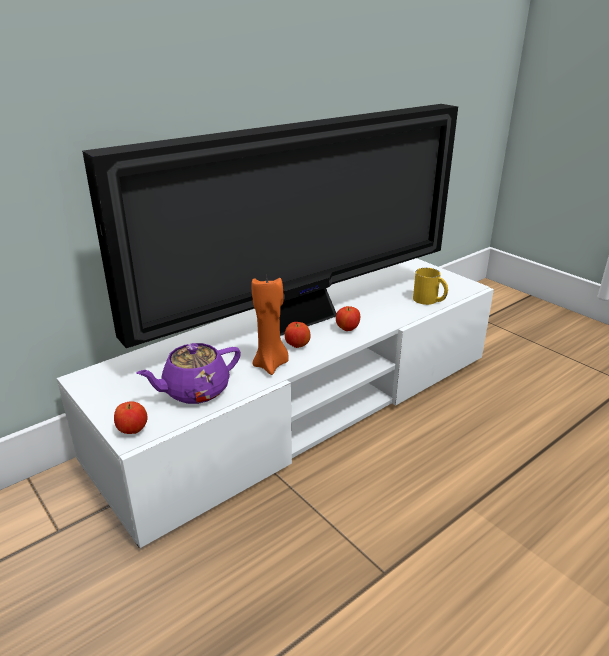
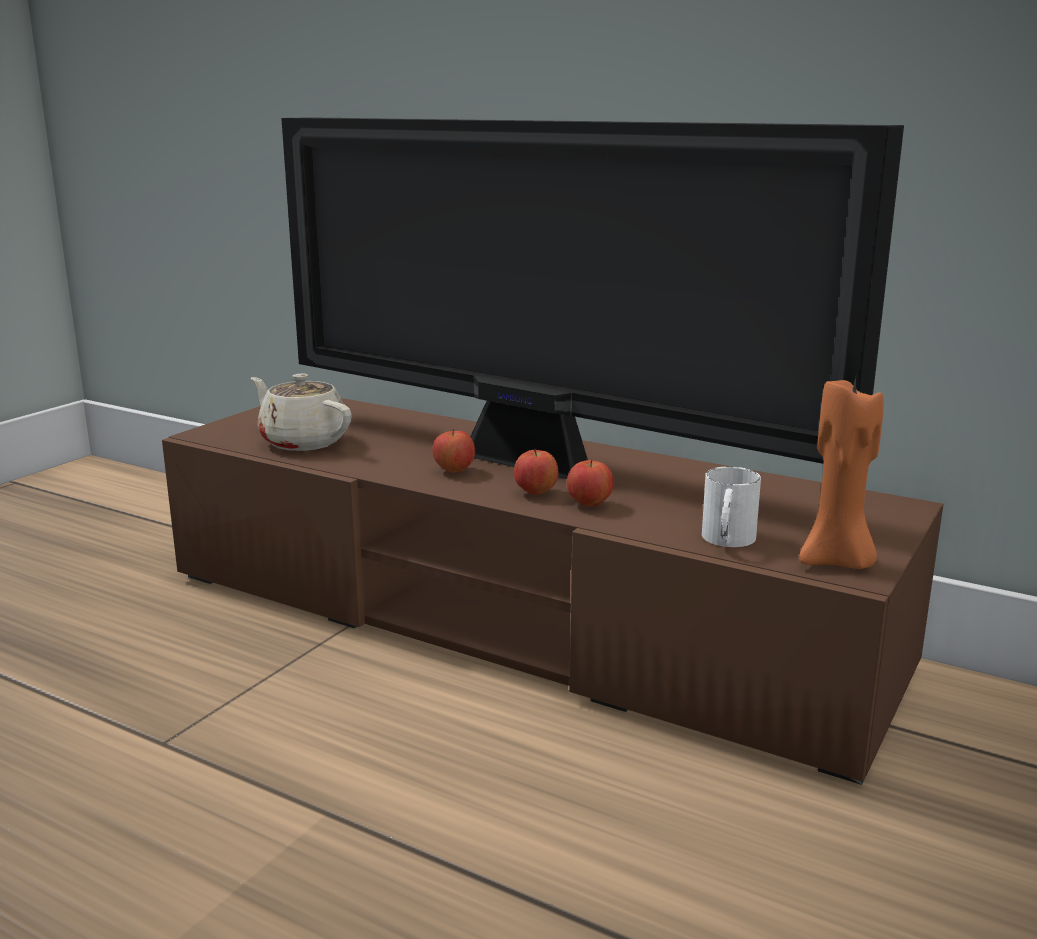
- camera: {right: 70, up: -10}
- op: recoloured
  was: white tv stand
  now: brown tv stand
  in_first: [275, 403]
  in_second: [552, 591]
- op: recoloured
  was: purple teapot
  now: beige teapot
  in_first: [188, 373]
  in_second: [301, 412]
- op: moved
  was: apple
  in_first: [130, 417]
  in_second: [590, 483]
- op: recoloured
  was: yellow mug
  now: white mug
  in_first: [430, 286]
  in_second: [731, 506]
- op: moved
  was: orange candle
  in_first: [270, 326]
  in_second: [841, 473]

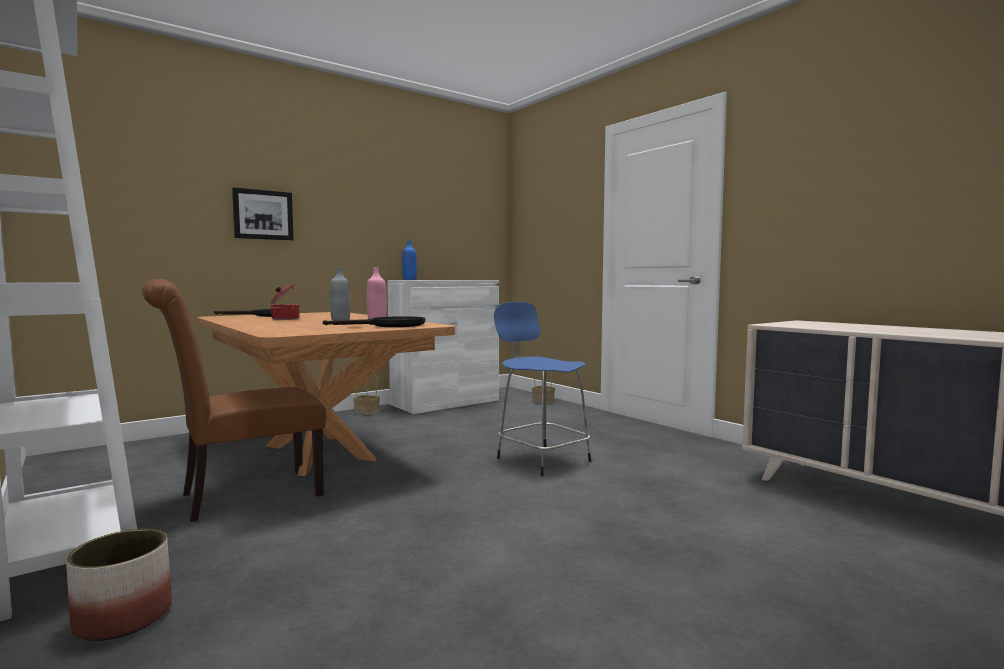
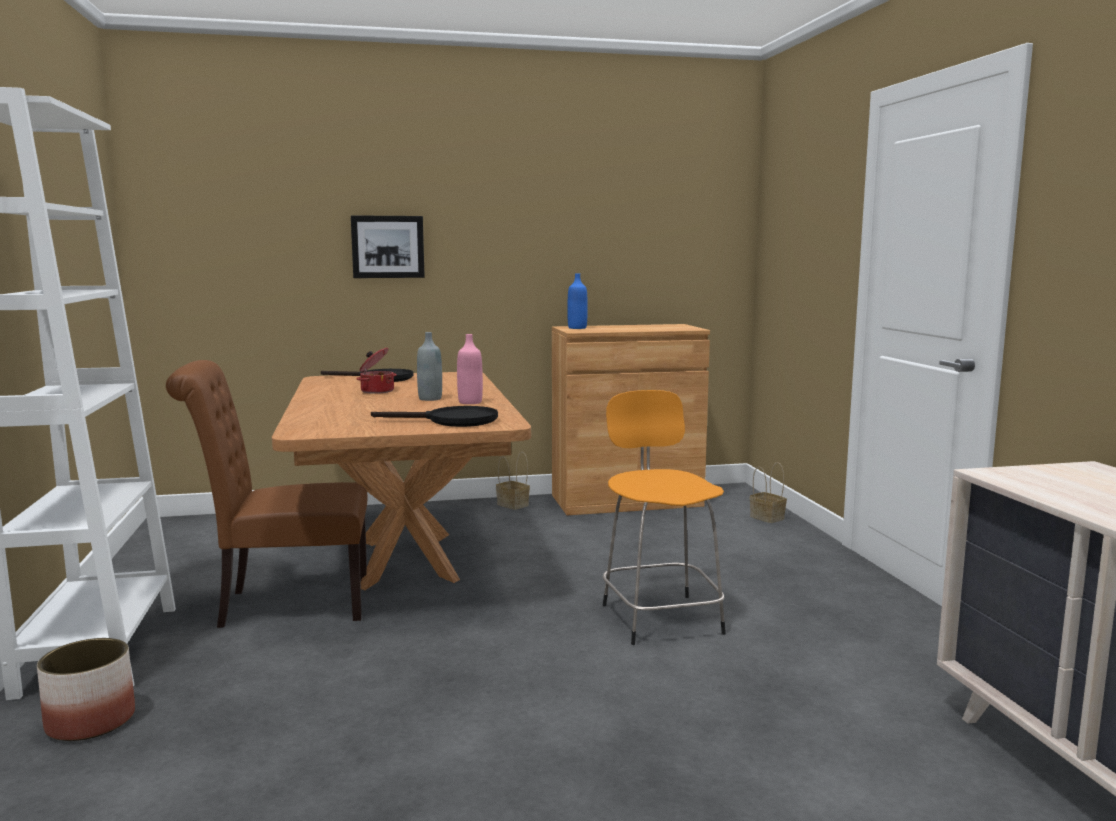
- camera: {right: 25, up: 5}
- op: recoloured
  was: white cabinet
  now: brown cabinet
  in_first: [443, 347]
  in_second: [631, 419]
- op: recoloured
  was: blue stool
  now: orange stool
  in_first: [542, 389]
  in_second: [664, 517]

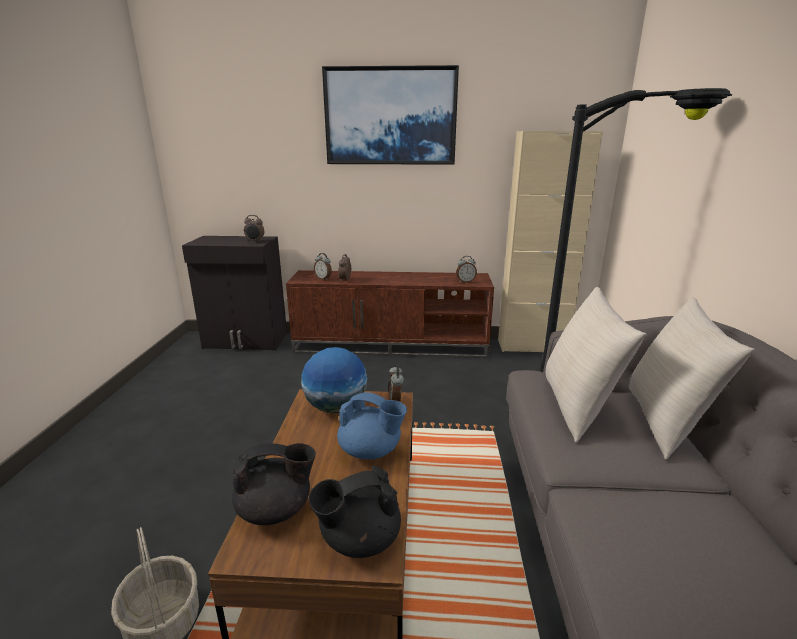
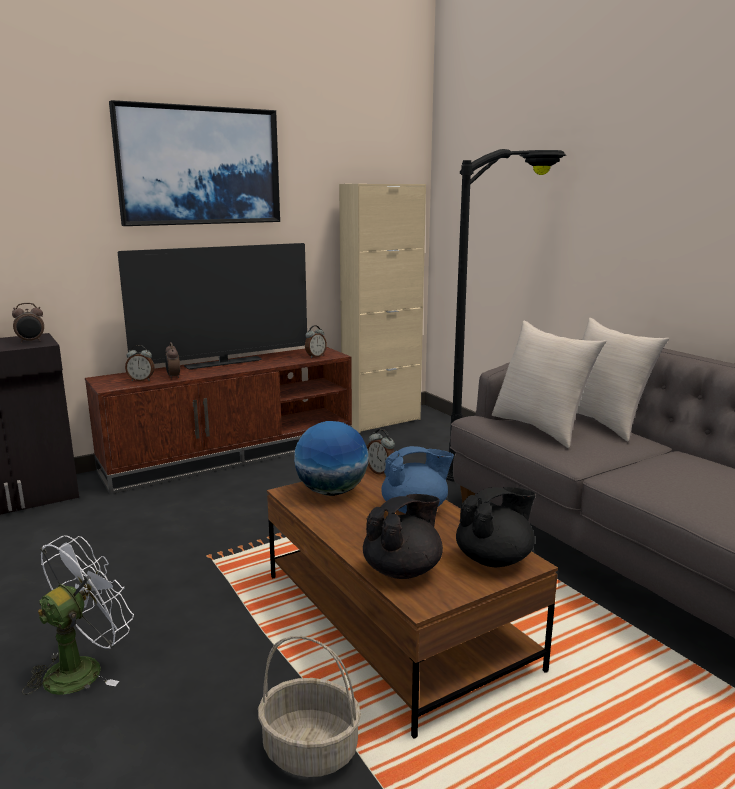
- camera: {right: -35, up: -5}
- op: added
  now: white fan
  in_second: [78, 615]
- op: added
  now: television
  in_second: [212, 306]
- op: turned
  was: black teapot
  in_first: [355, 511]
  in_second: [496, 527]
  clockwise: -150

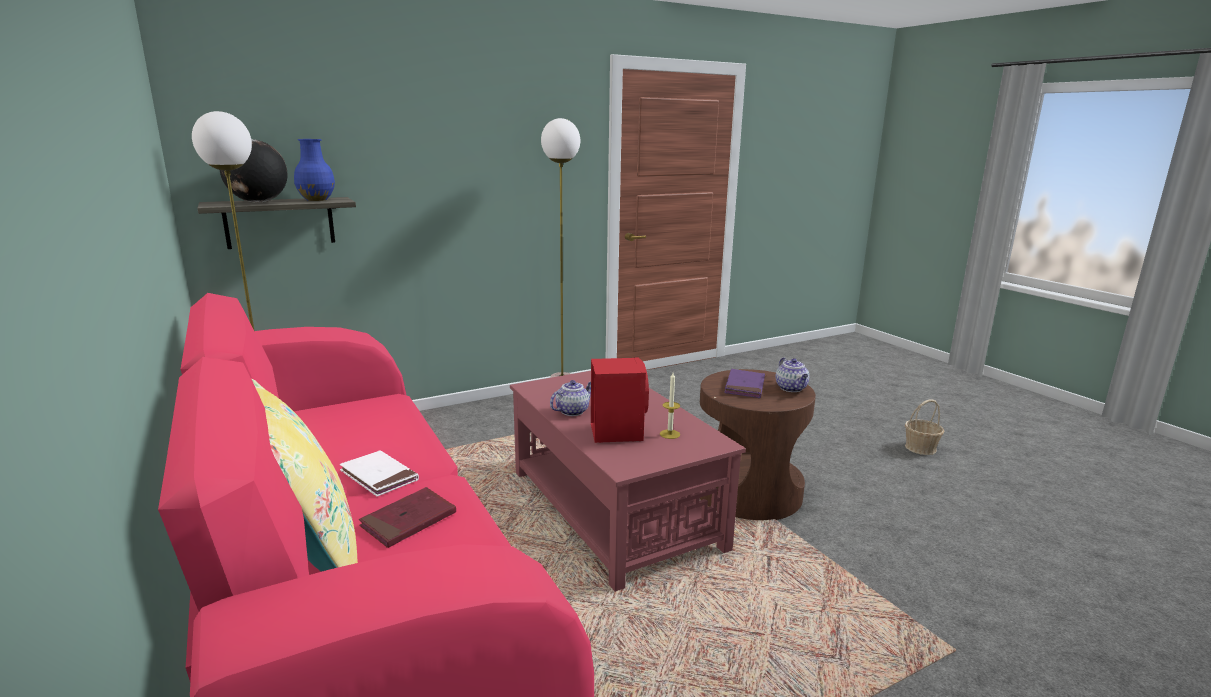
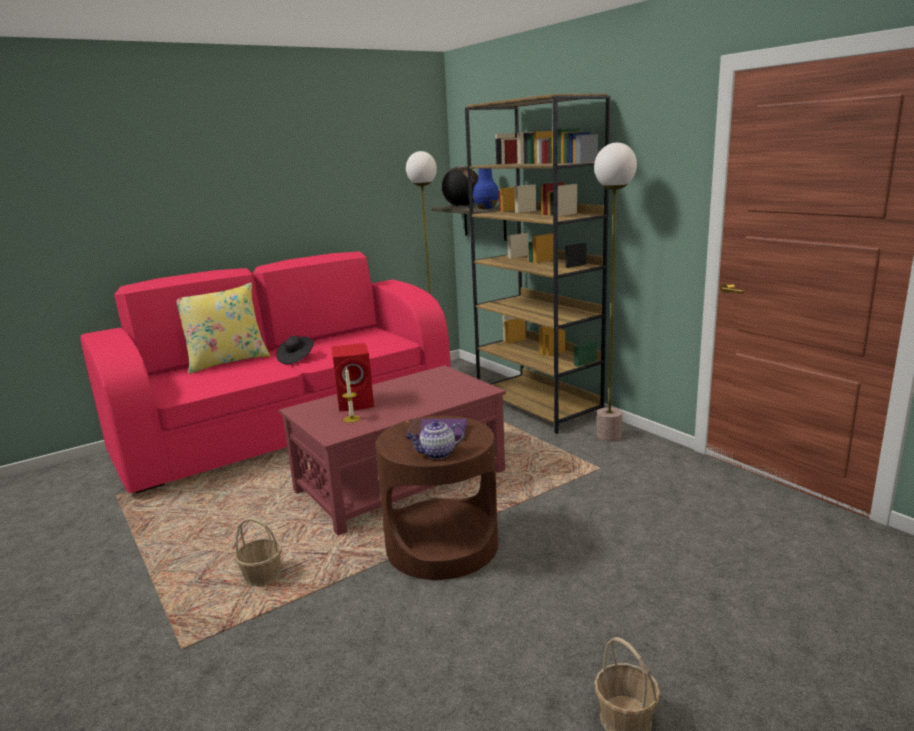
- camera: {right: 85, up: 0}
- op: added
  now: basket
  in_second: [258, 552]
- op: replaced
  was: white book
  now: black hat
  in_first: [379, 473]
  in_second: [295, 350]
- op: added
  now: brown bookcase
  in_second: [538, 264]
- op: removed
  was: red book
  in_first: [407, 517]
- op: removed
  was: teapot
  in_first: [570, 398]

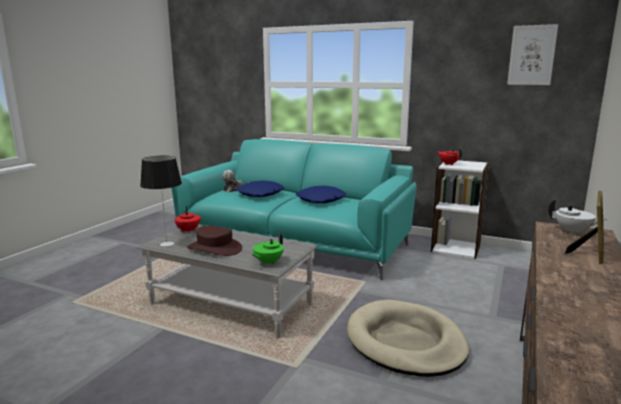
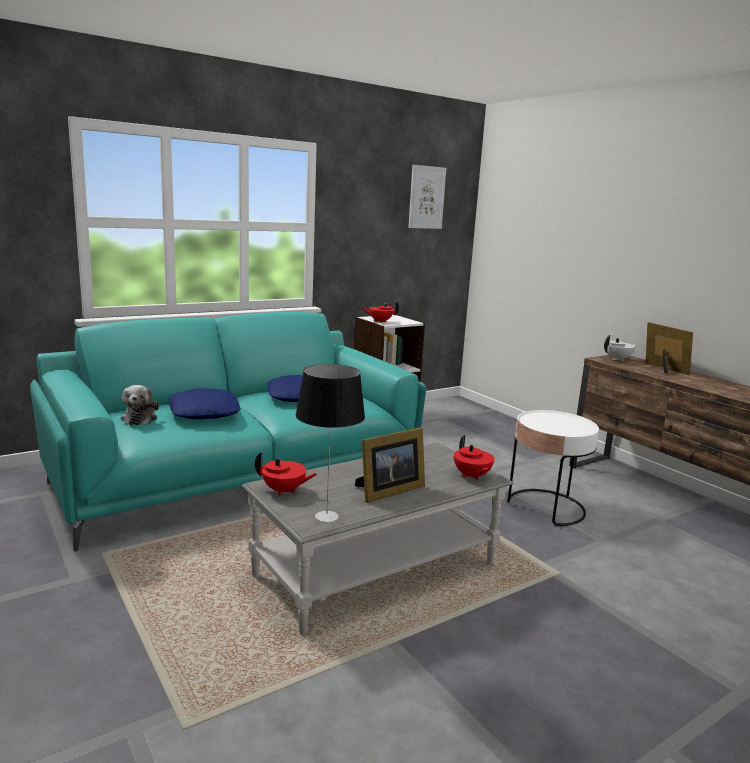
- camera: {right: -60, up: 0}
- op: replaced
  was: brown hat
  now: picture frame
  in_first: [214, 240]
  in_second: [390, 465]
- op: recoloured
  was: green teapot
  now: red teapot
  in_first: [267, 249]
  in_second: [474, 457]
- op: replaced
  was: beige dog bed
  now: white side table
  in_first: [408, 338]
  in_second: [553, 468]

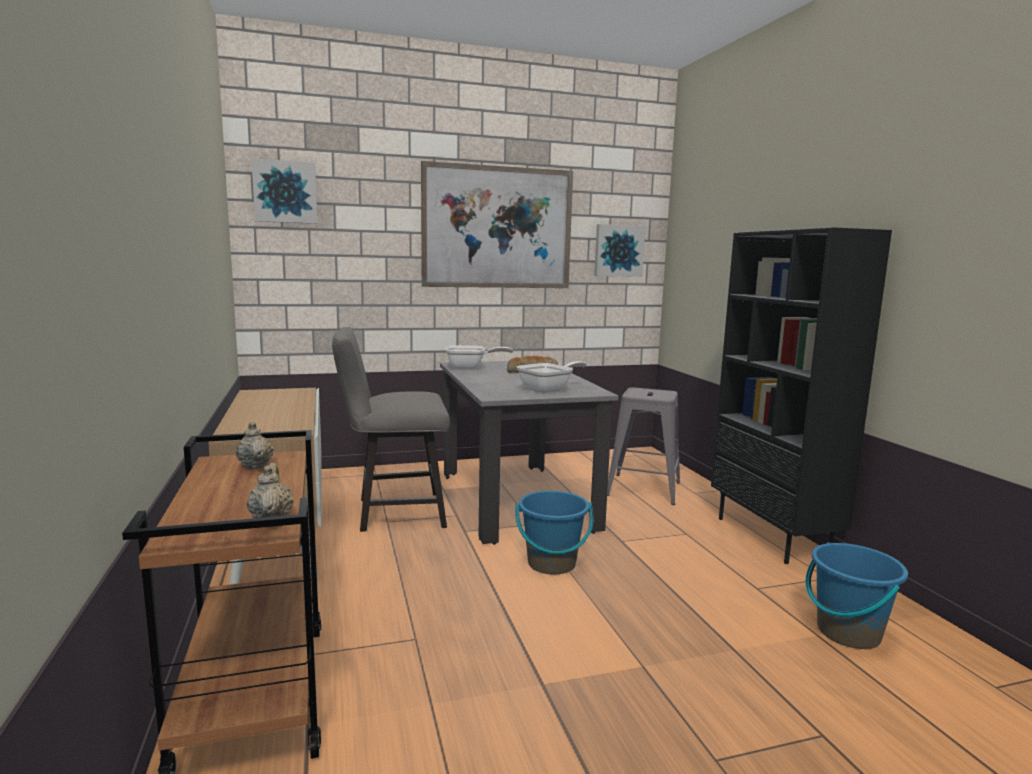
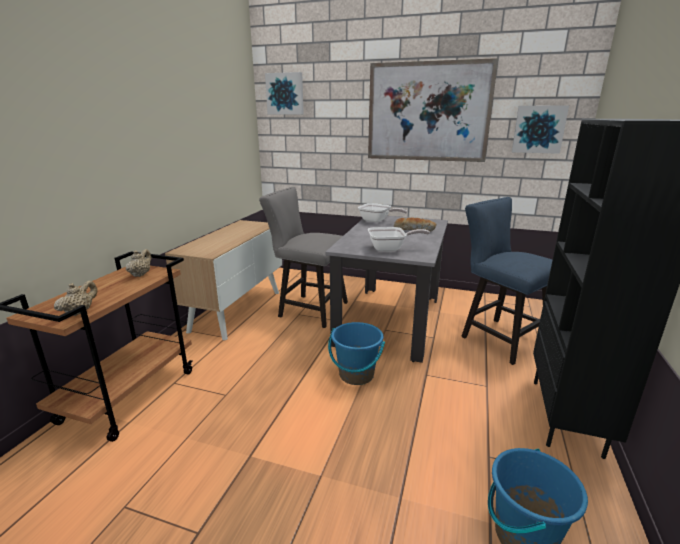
- camera: {right: 35, up: 10}
- op: replaced
  was: grey stool
  now: blue chair
  in_first: [643, 446]
  in_second: [507, 281]

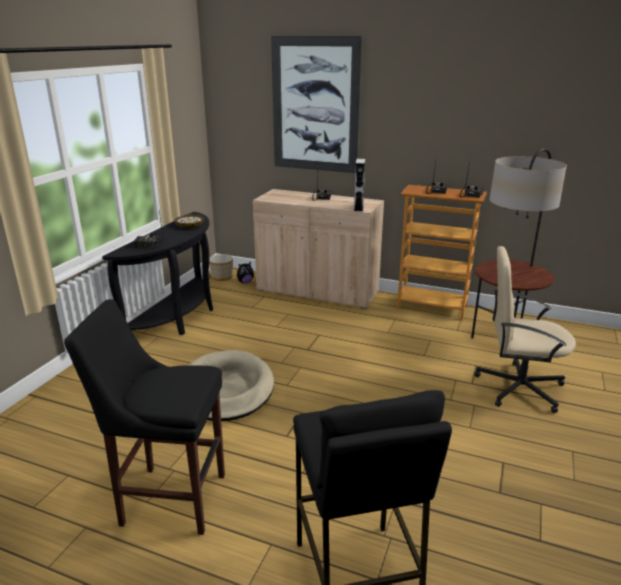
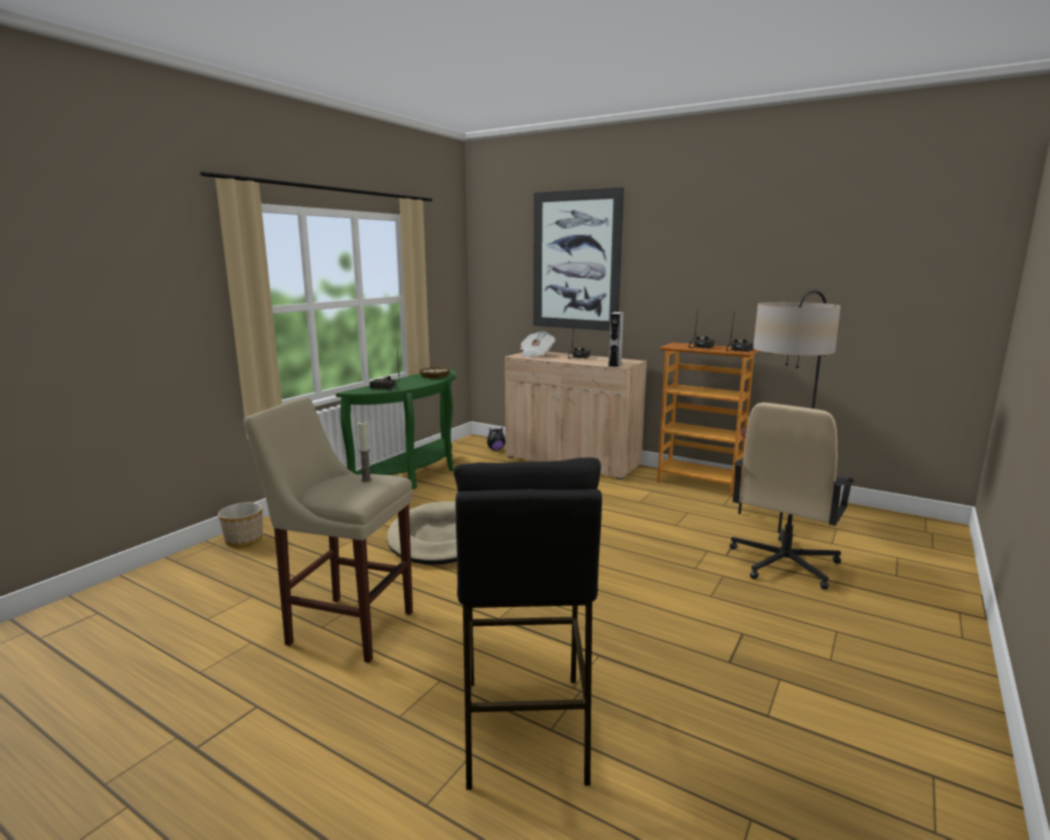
- camera: {right: 10, up: -10}
- op: moved
  was: planter
  in_first: [221, 267]
  in_second: [240, 524]
- op: recoloured
  was: black stool
  now: beige stool
  in_first: [144, 417]
  in_second: [328, 530]
- op: recoloured
  was: black console table
  now: green console table
  in_first: [157, 273]
  in_second: [396, 428]
- op: added
  now: candle
  in_second: [364, 451]
- op: added
  now: newspaper
  in_second: [538, 344]
- op: turned
  was: beige office chair
  in_first: [525, 329]
  in_second: [791, 496]
  clockwise: -75

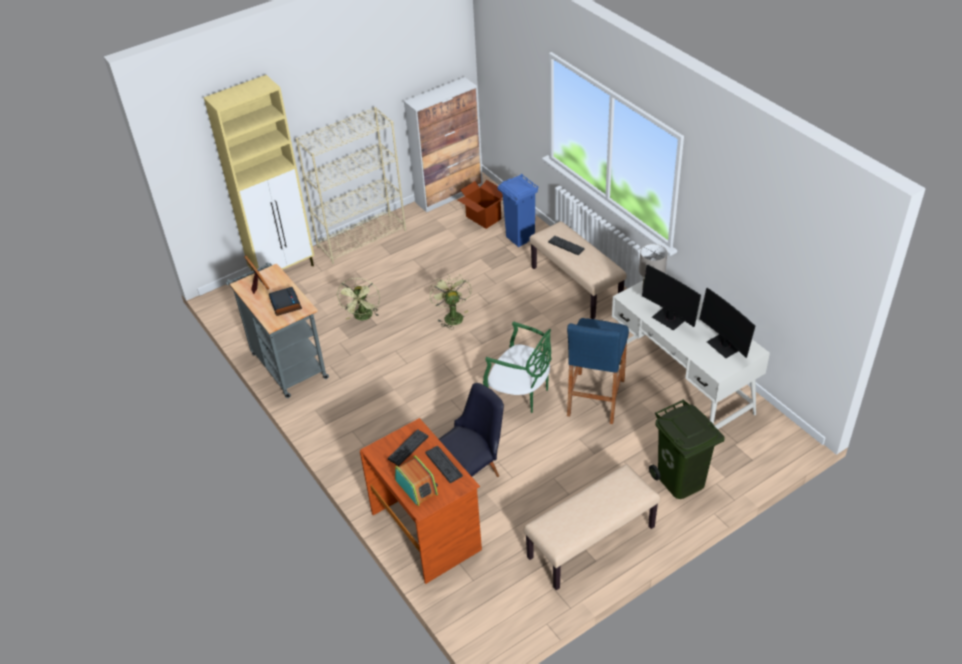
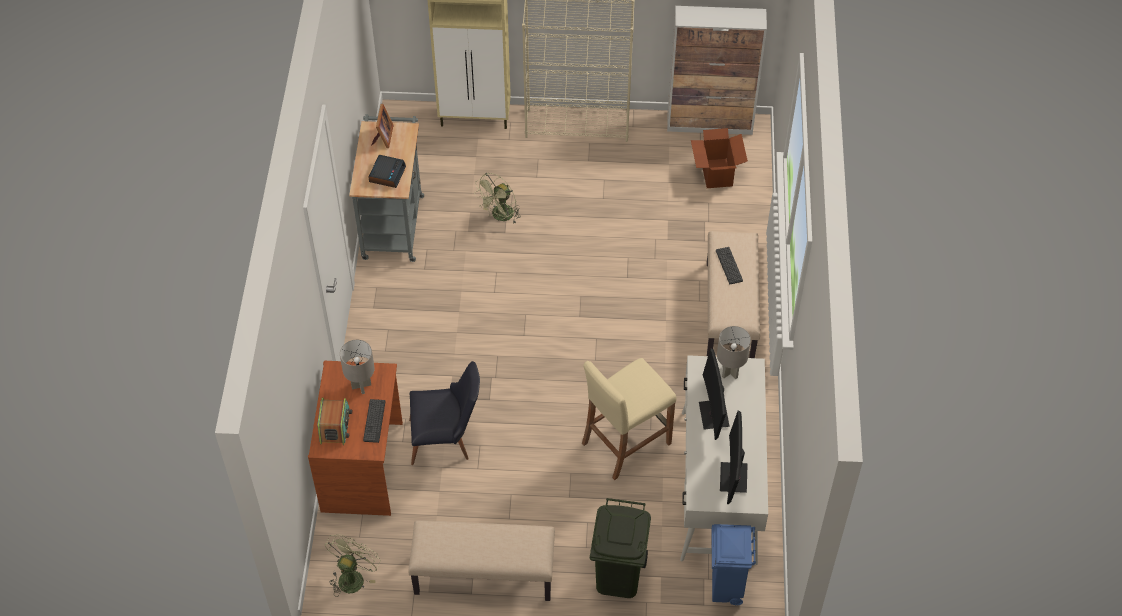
- camera: {right: 35, up: 10}
- op: moved
  was: green fan
  in_first: [450, 302]
  in_second: [353, 565]
- op: replaced
  was: keyboard
  now: grey table lamp
  in_first: [408, 447]
  in_second: [357, 367]
- op: recoloured
  was: blue stool
  now: beige stool
  in_first: [598, 371]
  in_second: [629, 419]
- op: moved
  was: blue trash can
  in_first: [517, 210]
  in_second: [734, 564]
- op: removed
  was: green chair
  in_first: [517, 367]

